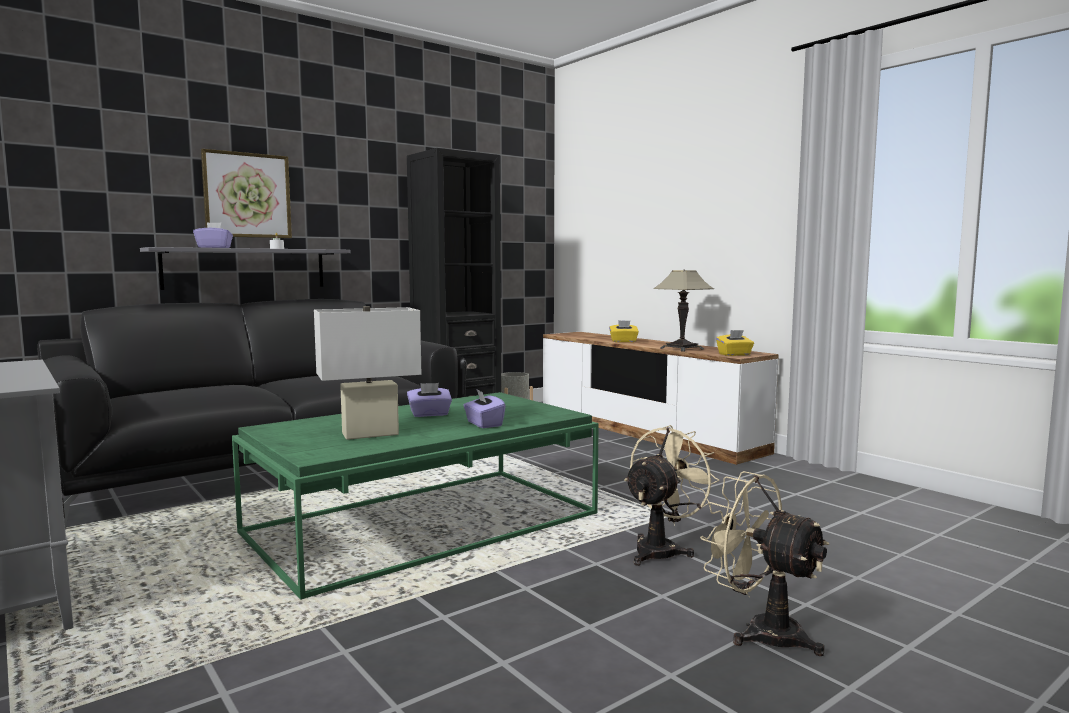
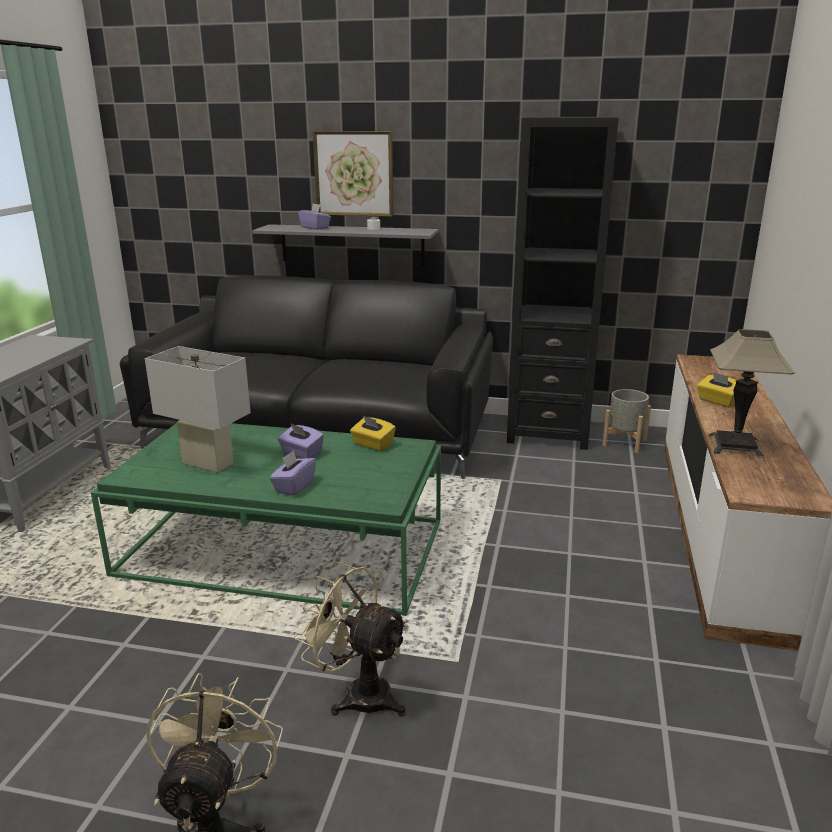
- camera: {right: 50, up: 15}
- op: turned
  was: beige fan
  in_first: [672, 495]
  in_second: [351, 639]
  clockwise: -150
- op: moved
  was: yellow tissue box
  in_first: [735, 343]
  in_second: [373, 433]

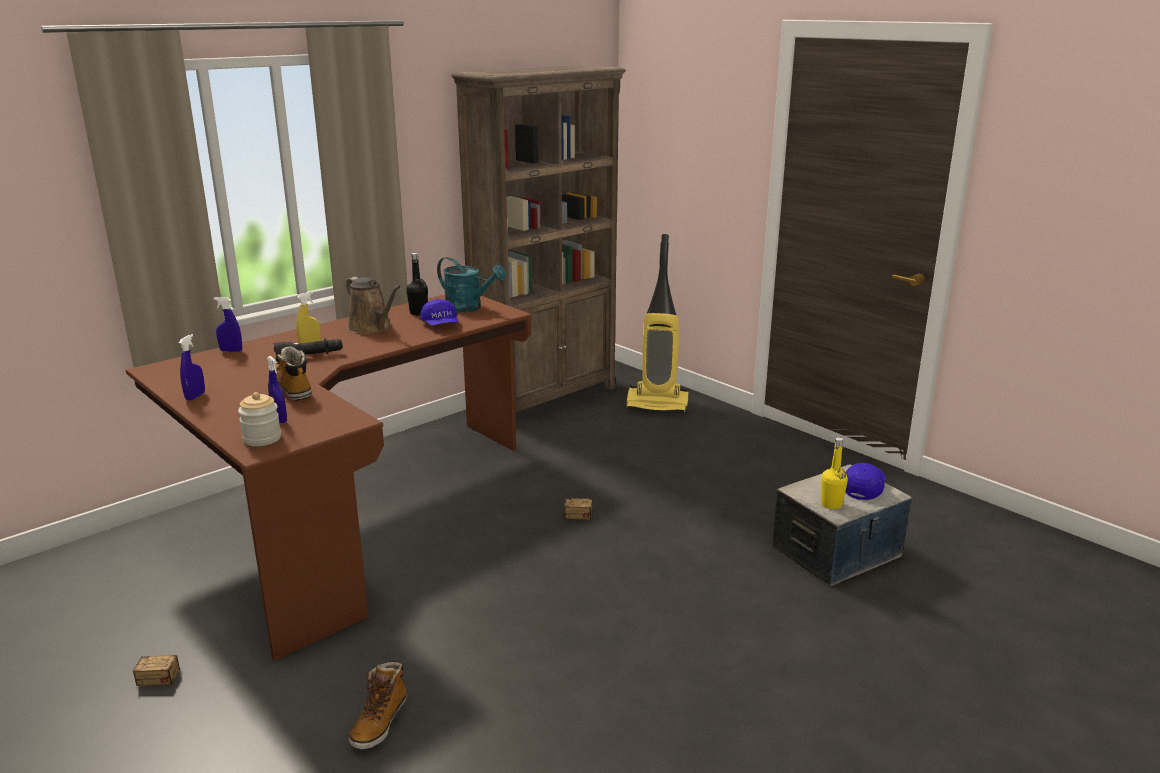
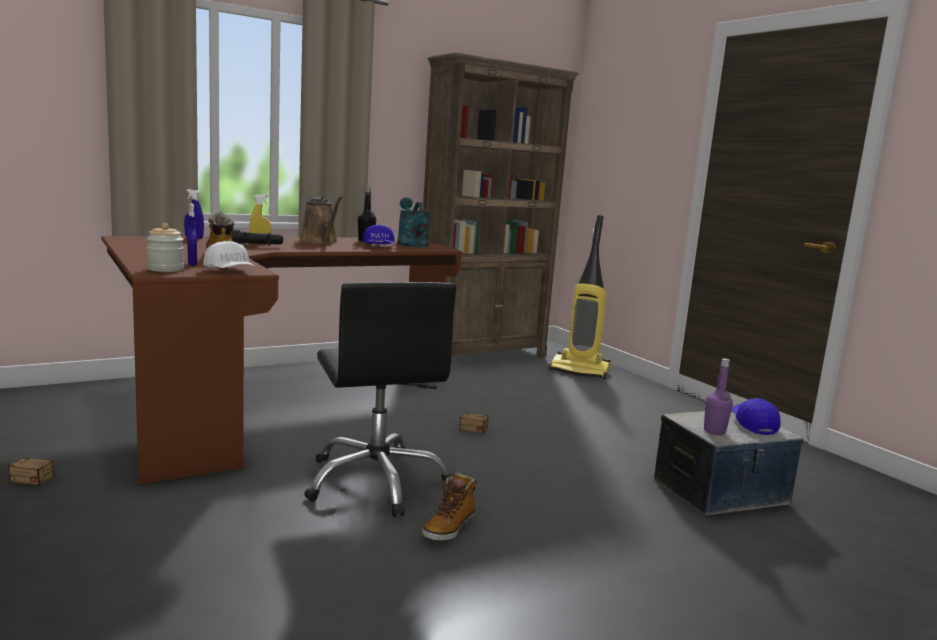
- camera: {right: 10, up: -10}
- op: added
  now: white cap
  in_second: [229, 254]
- op: added
  now: black office chair
  in_second: [380, 399]
- op: turned
  was: turquoise watering can
  in_first: [471, 285]
  in_second: [413, 222]
  clockwise: -150
- op: moved
  was: boot
  in_first: [378, 705]
  in_second: [449, 507]
- op: recoloured
  was: yellow bottle
  now: purple bottle
  in_first: [834, 473]
  in_second: [718, 396]
- op: turned
  was: blue cap
  in_first: [865, 481]
  in_second: [756, 416]
  clockwise: -45
- op: removed
  was: blue spray bottle
  in_first: [192, 367]

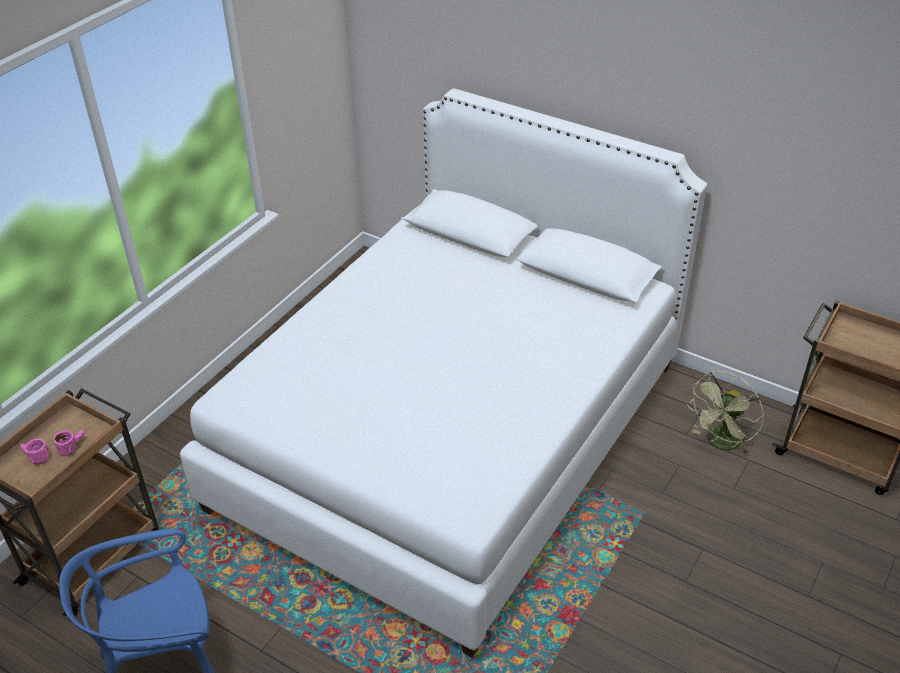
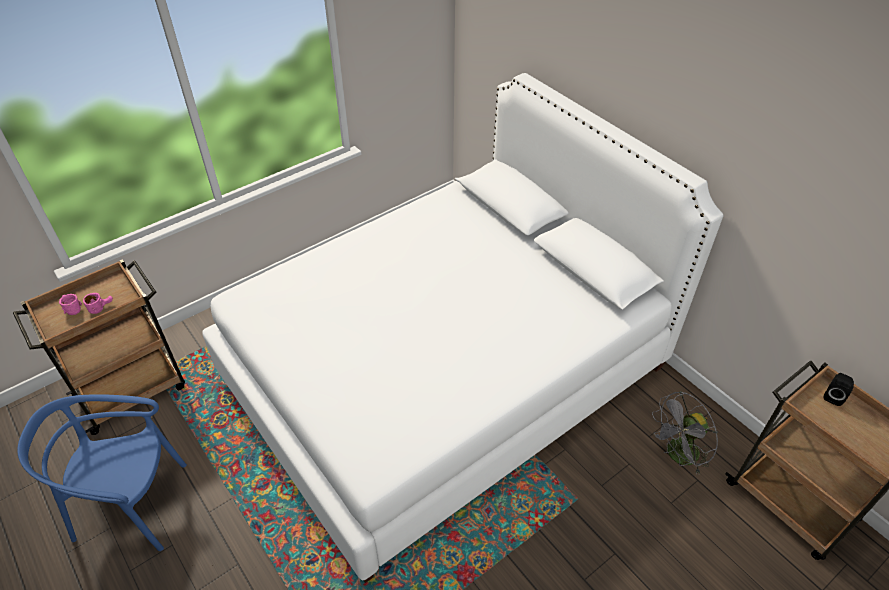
- camera: {right: 20, up: 5}
- op: recoloured
  was: green fan
  now: grey fan
  in_first: [725, 413]
  in_second: [685, 433]
- op: added
  now: black speaker
  in_second: [838, 389]

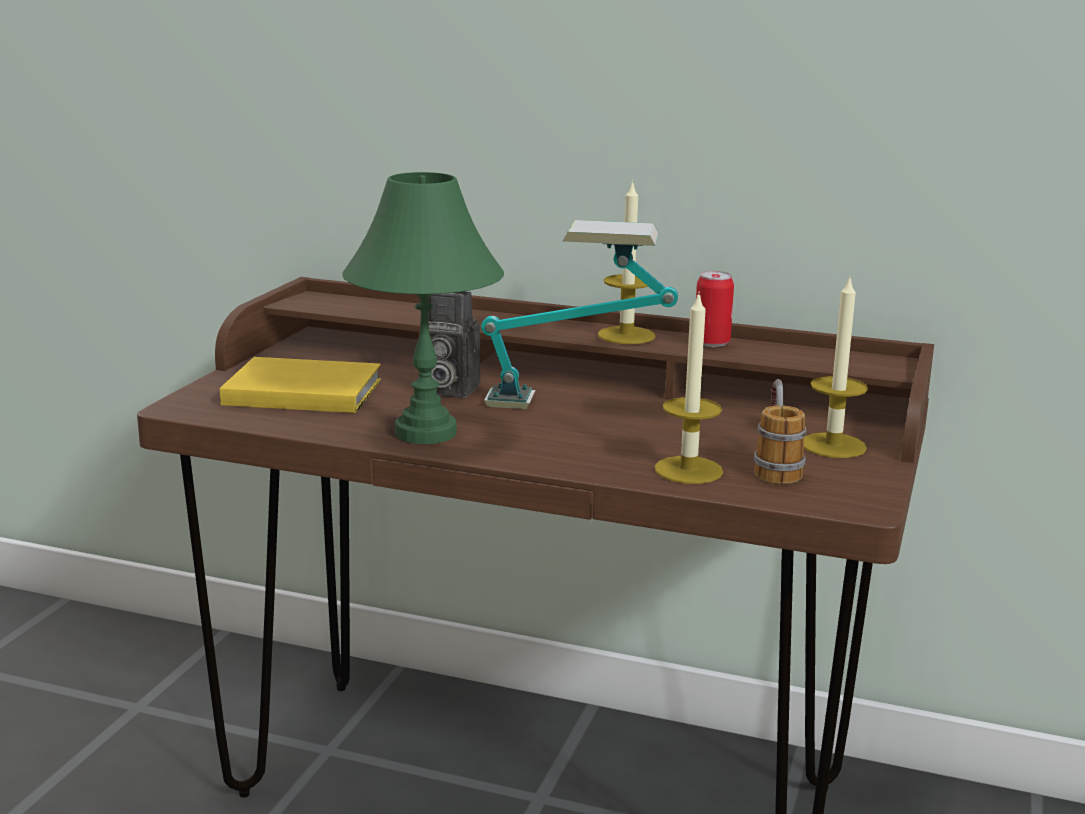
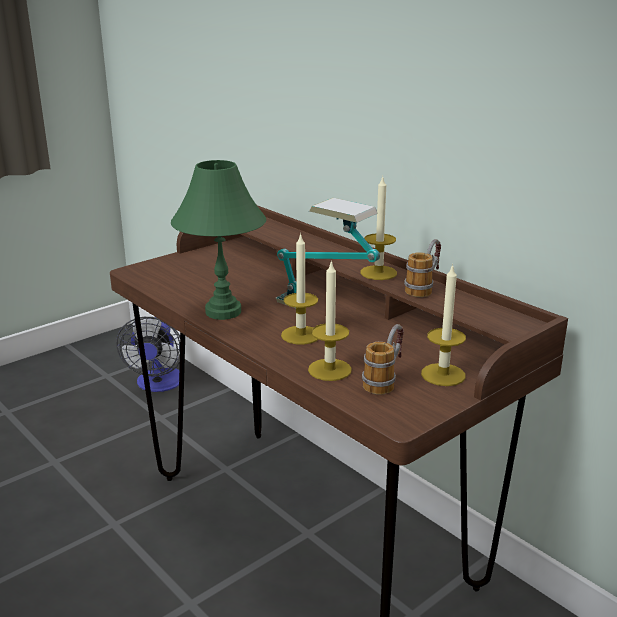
- camera: {right: 30, up: 5}
- op: added
  now: fan
  in_second: [148, 354]
- op: added
  now: candle
  in_second: [299, 289]
- op: replaced
  was: can
  now: mug
  in_first: [715, 309]
  in_second: [422, 268]
- op: removed
  was: yellow book
  in_first: [300, 385]
- op: removed
  was: photo camera
  in_first: [453, 344]

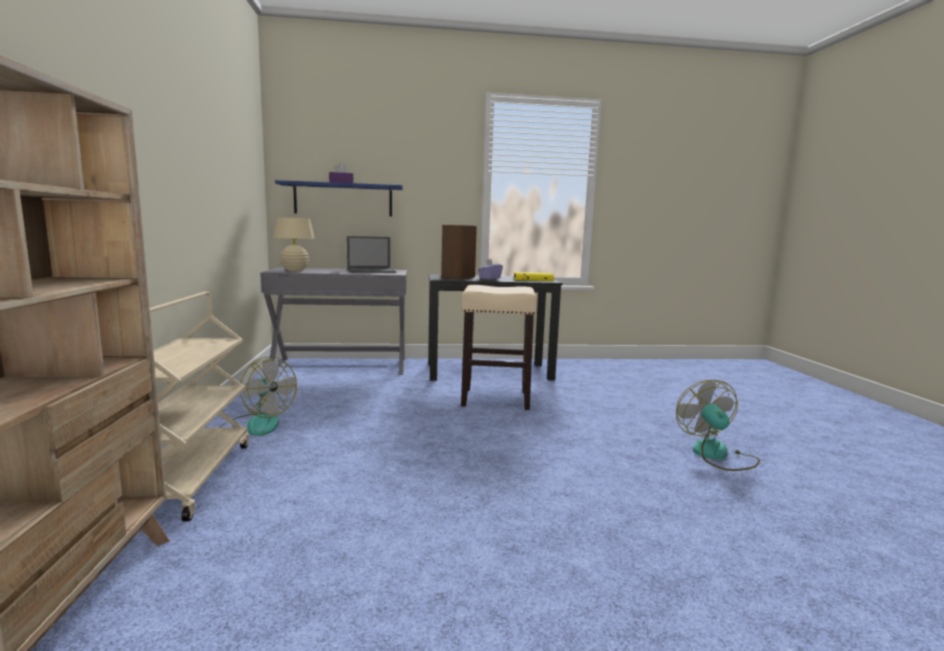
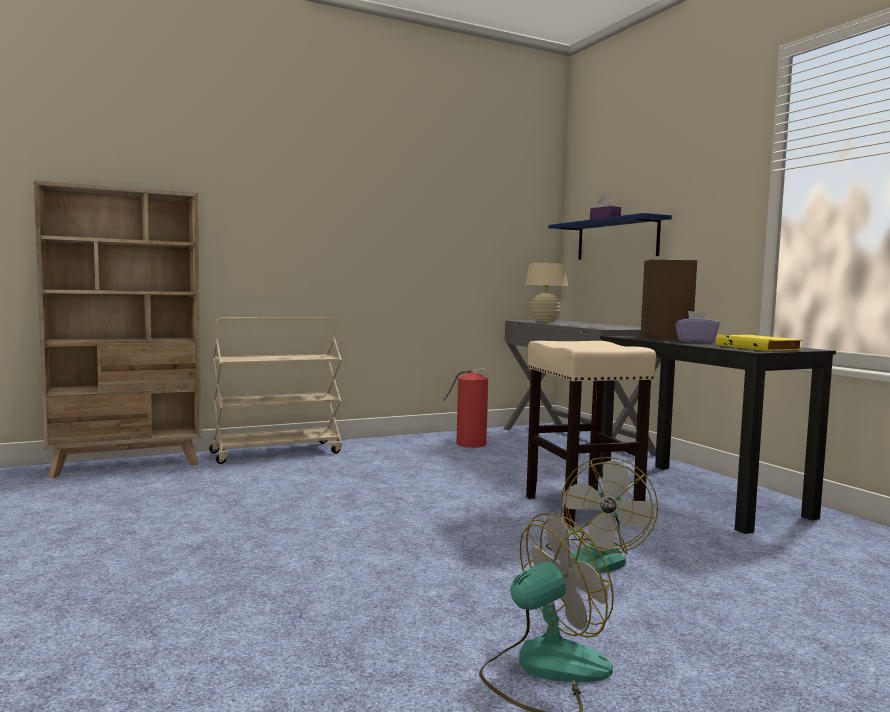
- camera: {right: 70, up: -5}
- op: added
  now: fire extinguisher
  in_second: [465, 408]
- op: moved
  was: fan
  in_first: [258, 396]
  in_second: [602, 515]
- op: removed
  was: laptop
  in_first: [371, 254]

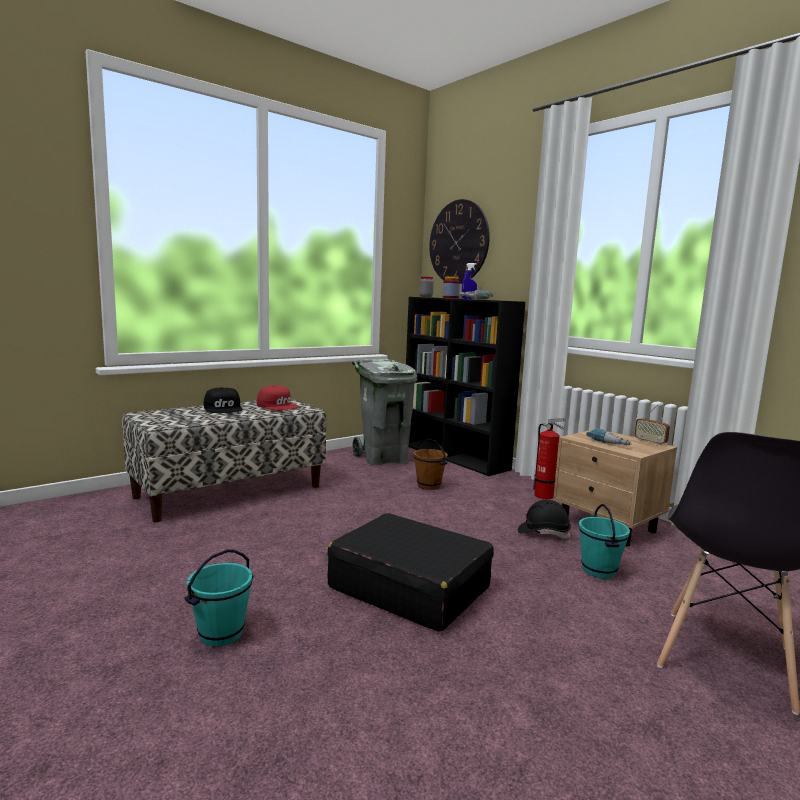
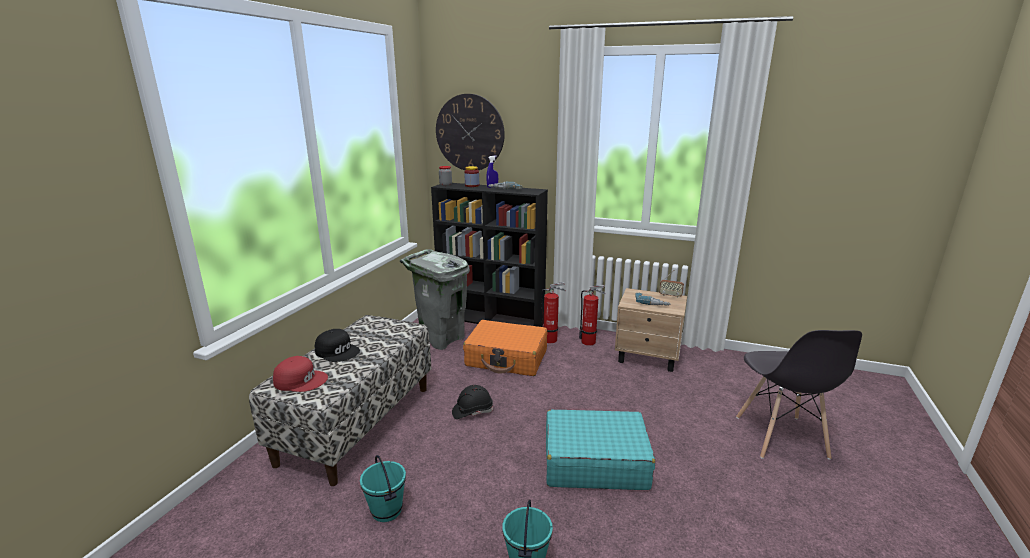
- camera: {right: -30, up: 10}
- op: moved
  was: red cap
  in_first: [278, 398]
  in_second: [300, 374]
- op: moved
  was: turquoise bucket
  in_first: [604, 541]
  in_second: [383, 488]
- op: moved
  was: black hard hat
  in_first: [544, 519]
  in_second: [472, 402]
- op: replaced
  was: brown bucket
  now: orange suitcase
  in_first: [431, 464]
  in_second: [505, 348]
- op: added
  now: fire extinguisher
  in_second: [553, 312]
- op: recoloured
  was: black suitcase
  now: turquoise suitcase
  in_first: [410, 572]
  in_second: [600, 450]

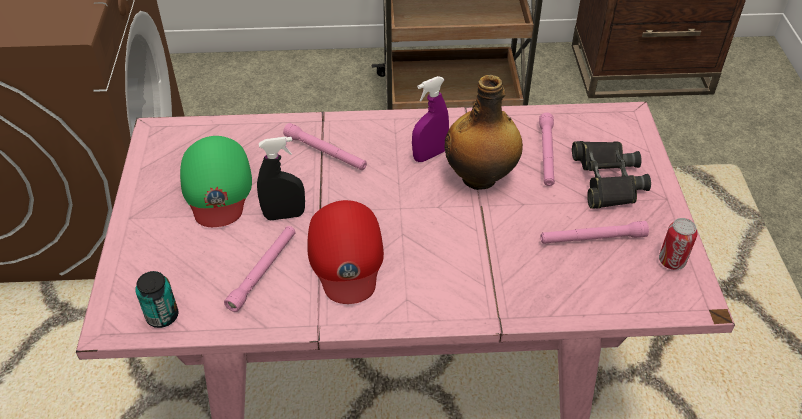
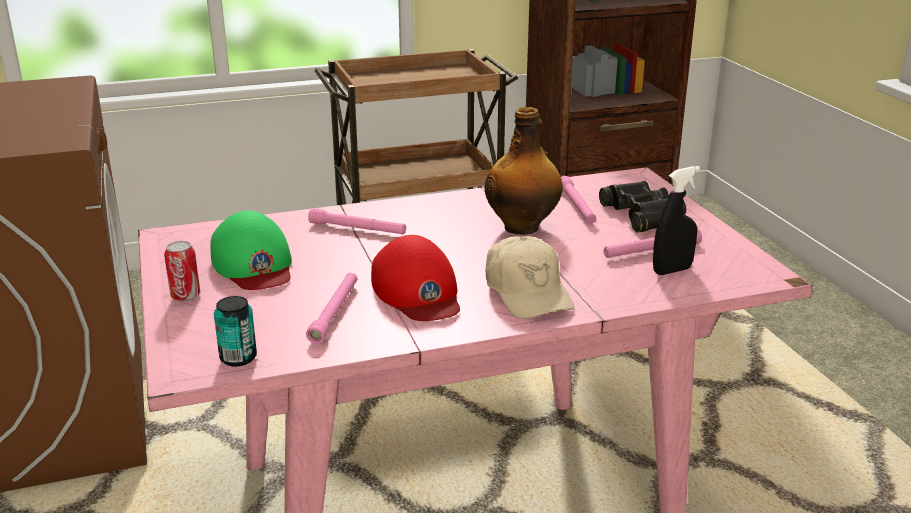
- camera: {right: -15, up: -20}
- op: moved
  was: can
  in_first: [678, 244]
  in_second: [182, 271]
- op: added
  now: beige cap
  in_second: [530, 277]
- op: moved
  was: black spray bottle
  in_first: [281, 178]
  in_second: [676, 220]
- op: removed
  was: purple spray bottle
  in_first: [430, 119]

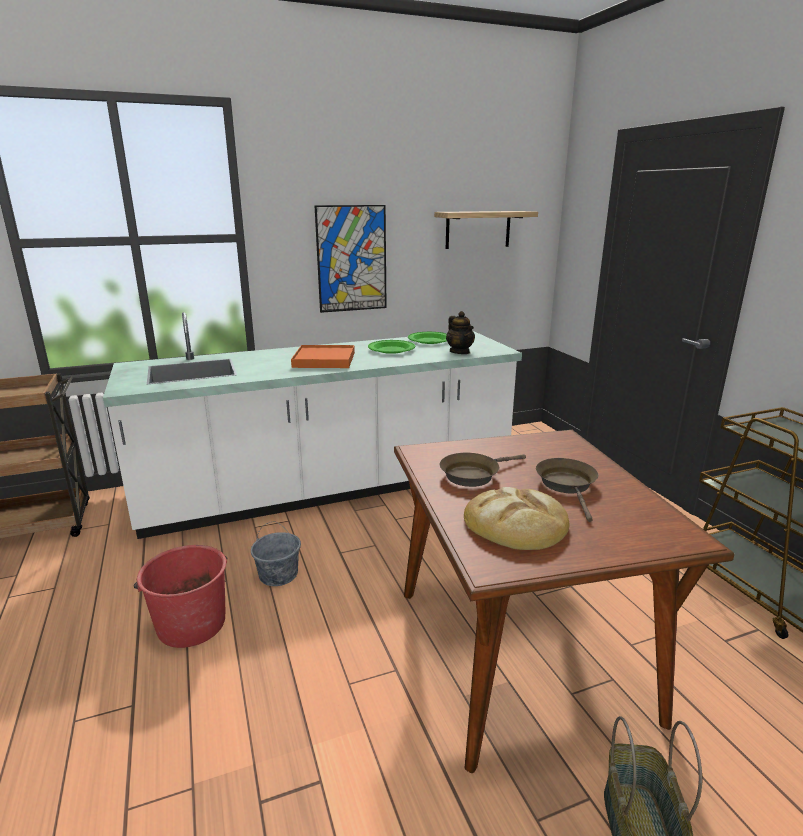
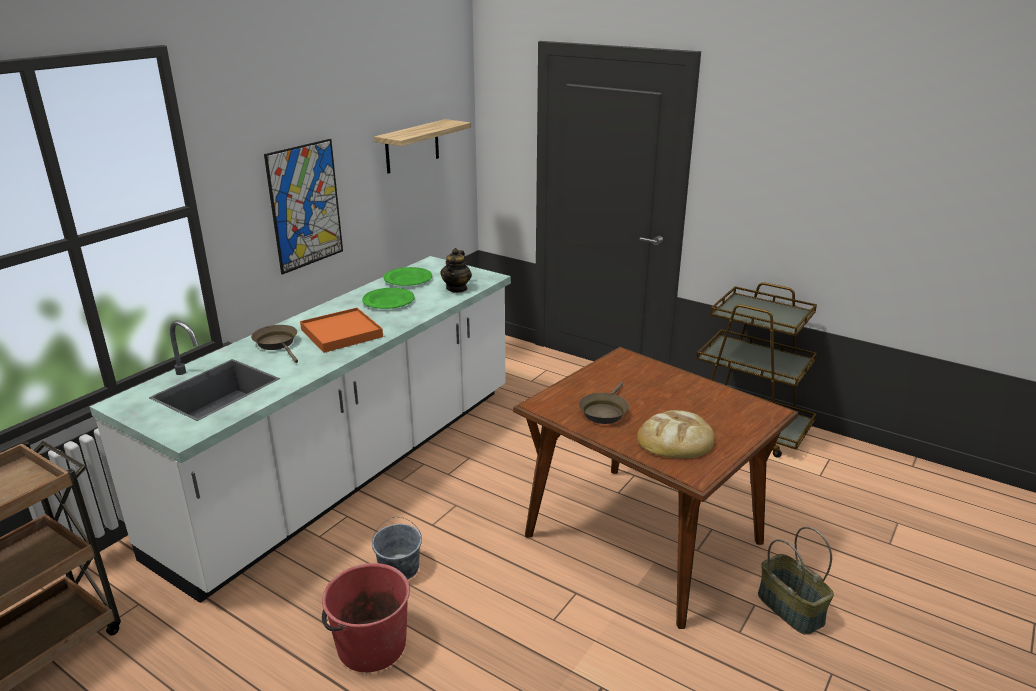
- camera: {right: -35, up: 5}
- op: moved
  was: brown frying pan
  in_first: [567, 490]
  in_second: [274, 344]
- op: turned
  was: teapot
  in_first: [460, 332]
  in_second: [456, 270]
  clockwise: 75

